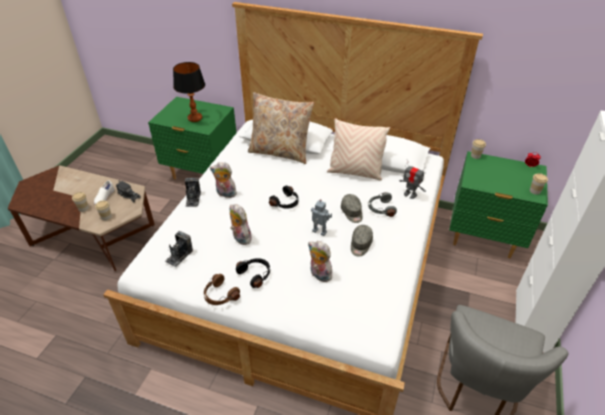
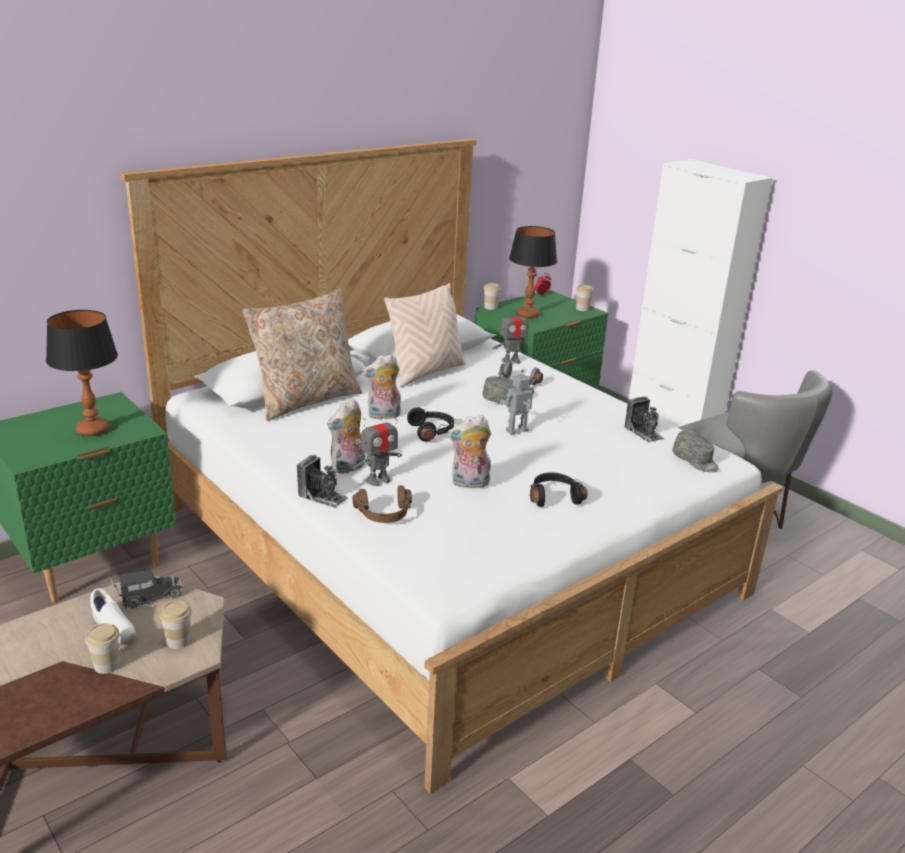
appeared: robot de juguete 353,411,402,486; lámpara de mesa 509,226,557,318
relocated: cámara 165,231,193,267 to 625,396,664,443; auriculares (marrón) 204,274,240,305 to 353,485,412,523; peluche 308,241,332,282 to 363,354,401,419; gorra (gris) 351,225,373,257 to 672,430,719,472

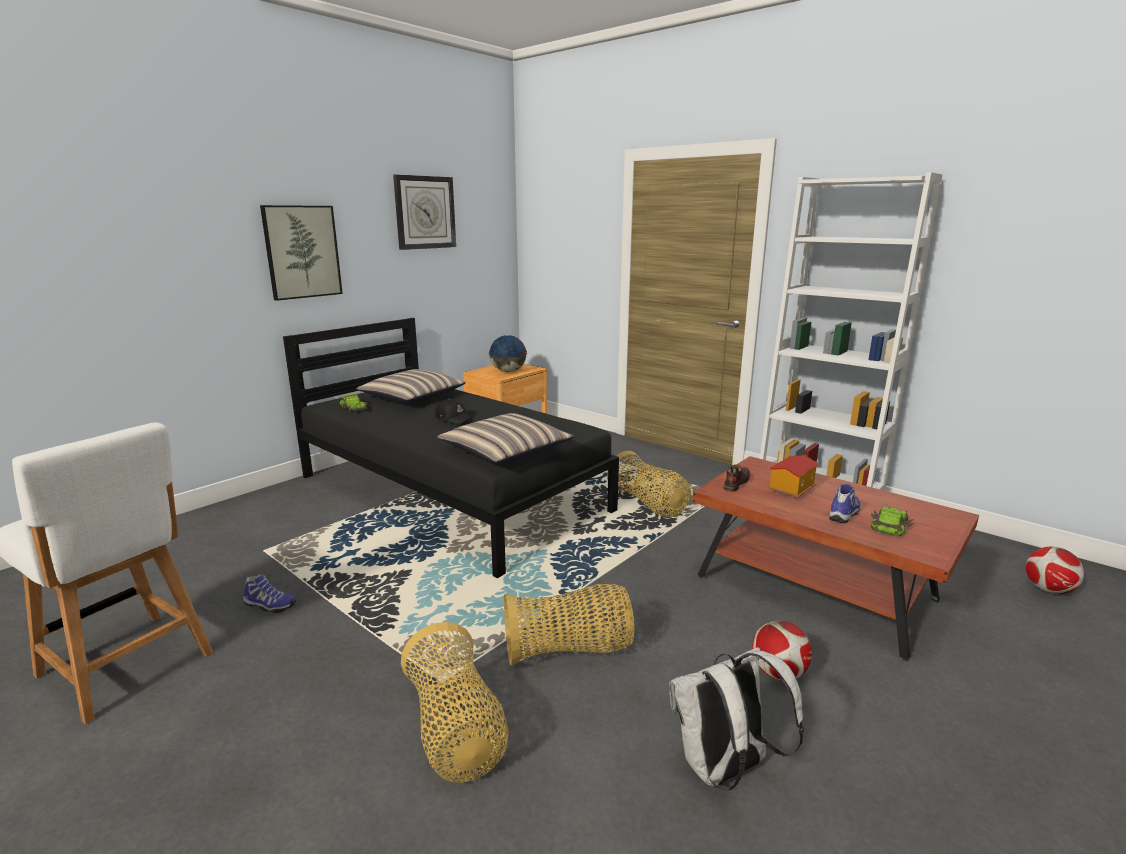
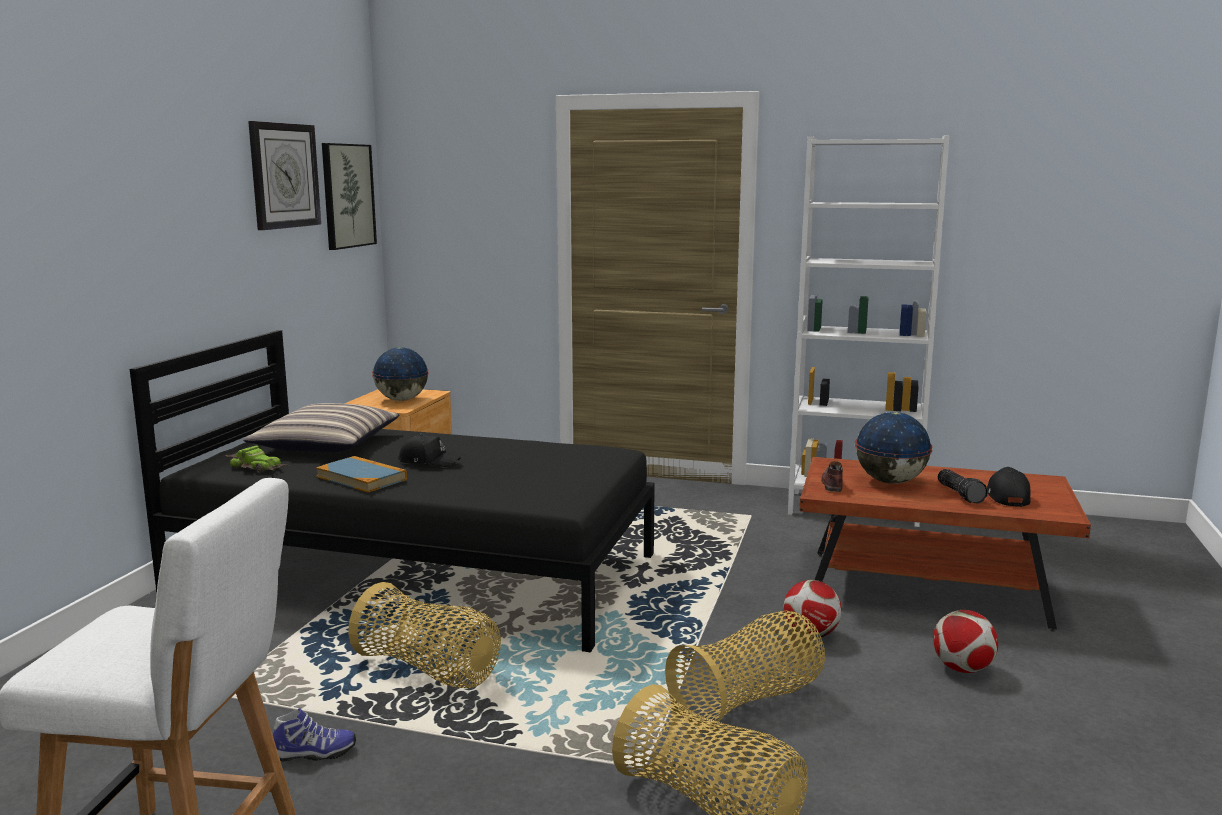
missing: cojín 437,413,574,464; mochila (blanco) 669,647,804,790
appeared: libro 316,456,407,492
relocated: cuadro 260,205,343,301 to 322,143,377,250; cesta 607,451,691,517 to 348,582,501,688; balón de fútbol 1026,547,1084,594 to 783,580,842,638
exchanged: casita 767,455,819,500 to globo terráqueo 855,412,933,484; zapato 829,484,861,523 to linterna 938,469,988,504; coche de juguete 871,506,913,536 to gorra (negro) 987,467,1031,507

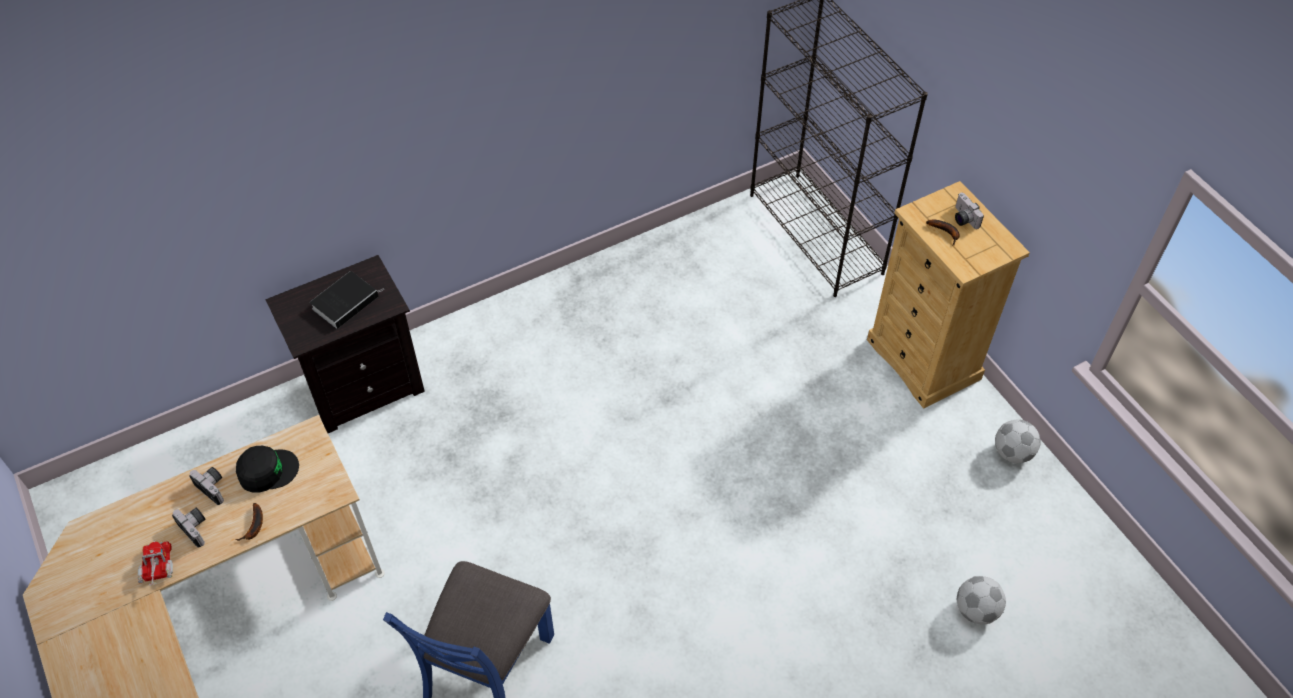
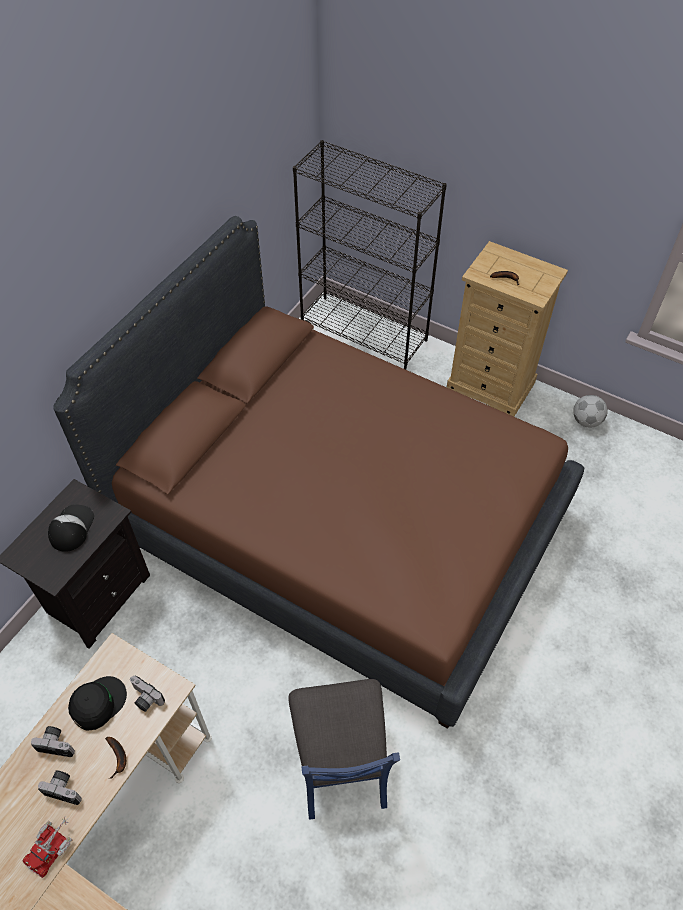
missing: balón de fútbol 957,576,1006,624
appeared: cama (marrón) 53,216,584,729
relocated: cámara 955,193,984,229 to 130,676,165,712
exchanged: libro 310,271,384,329 to gorra 48,504,94,552
spun: camión de juguete 138,540,173,586 = 23,816,73,878 105 degrees counterclockwise

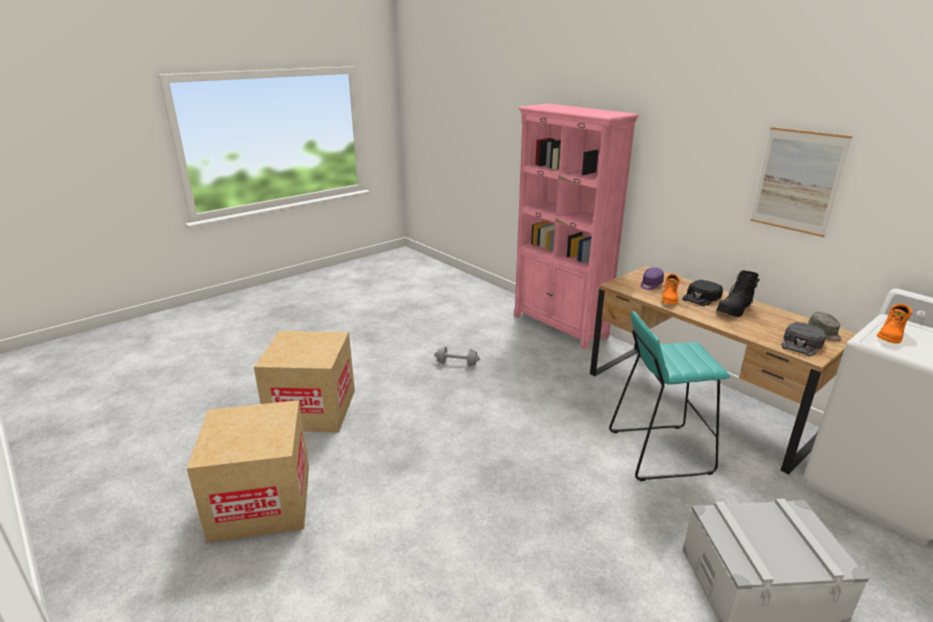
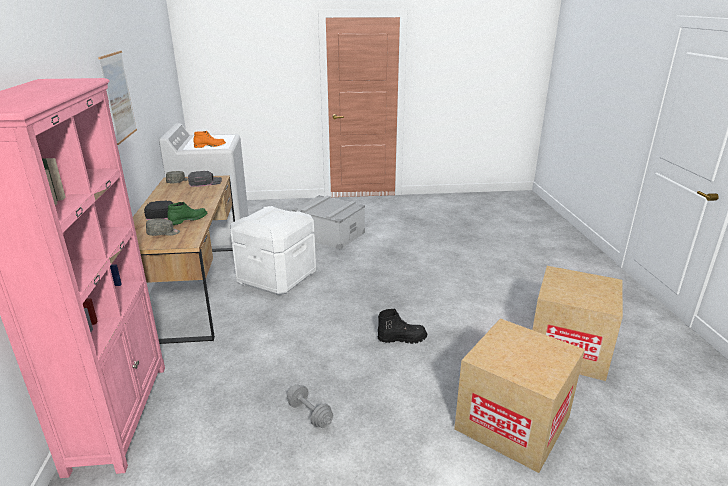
relocated: bota (negro) 716,270,760,317 to 378,309,427,344
exchanged: taburete (turquesa) 609,311,730,481 to caja de almacenaje (blanco) 230,206,316,295
colour: gorra (morado) 641,267,664,290 to gorra (gris) 146,219,180,236; bota (naranja) 661,274,680,305 to bota (verde) 167,202,208,225

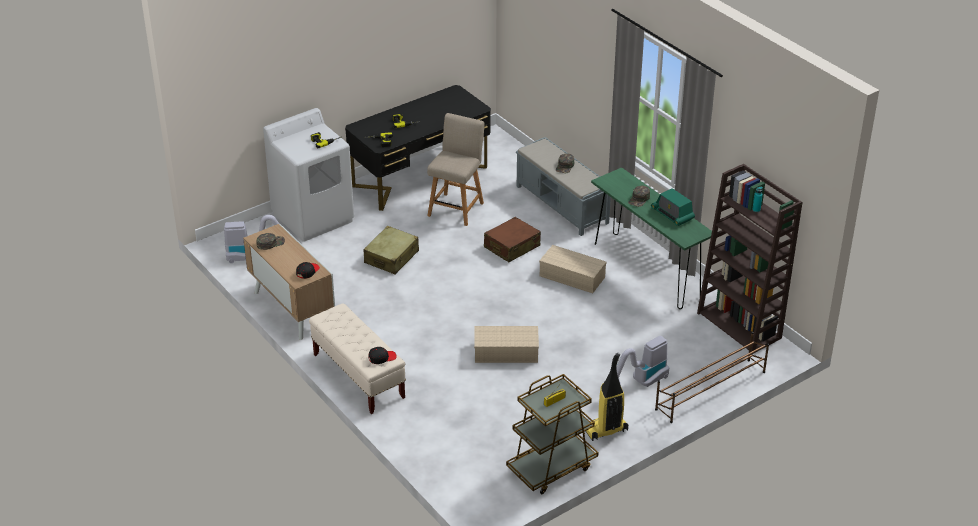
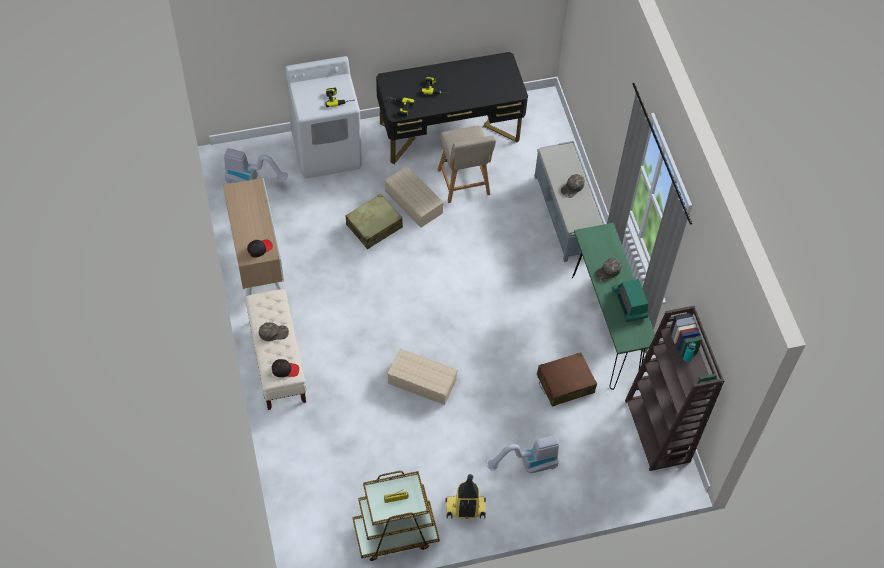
missing: zapatero (marrón) 655,332,769,423
relocated: gorra (verde) 257,233,285,250 to 259,322,289,341; maleta (marrón) 484,217,541,262 to 537,352,597,407; caja de almacenaje (beis) 539,245,607,293 to 385,166,444,228
spun: silla (beis) 427,113,484,226 = 438,126,496,203 120 degrees clockwise

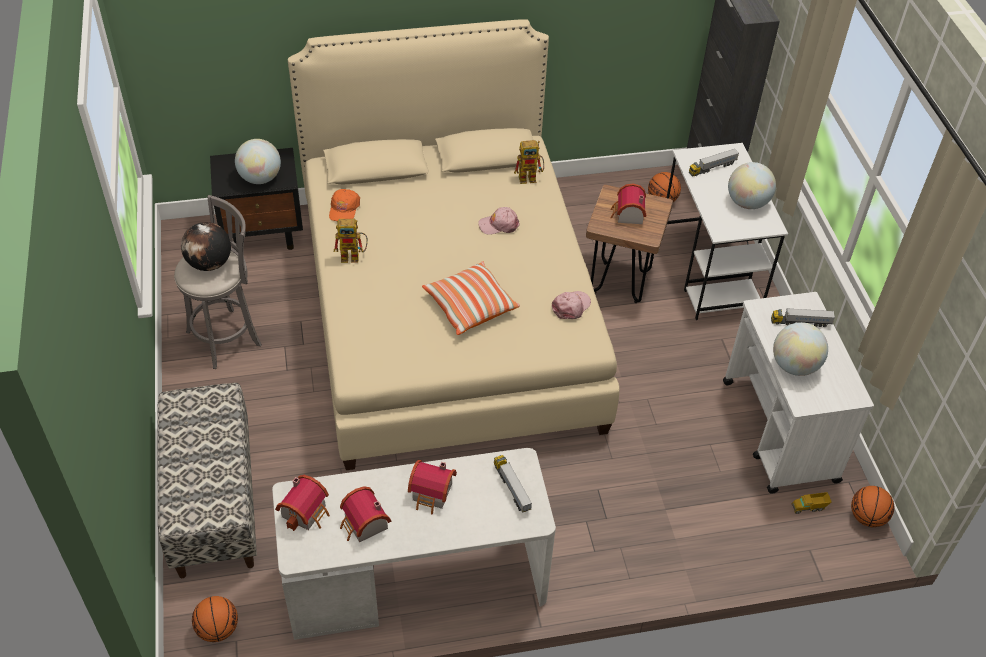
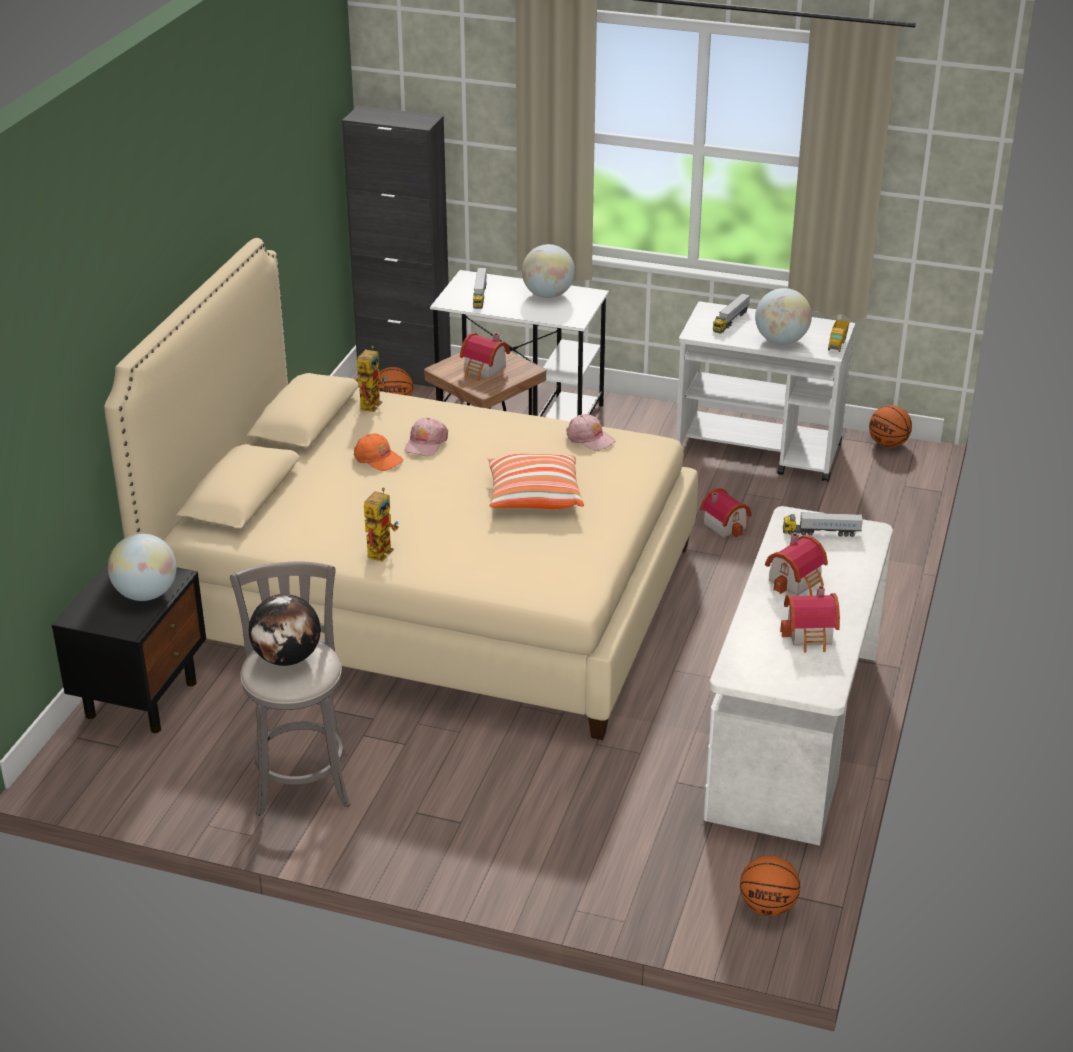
missing: banco 157,383,257,578
relocated: casita 275,475,330,531 to 700,488,752,538; gorra (naranja) 329,189,360,221 to 354,433,403,471; camión de juguete 792,492,832,514 to 828,319,850,352
spun: gorra (rosa) 552,291,591,319 = 566,414,615,451 150 degrees clockwise

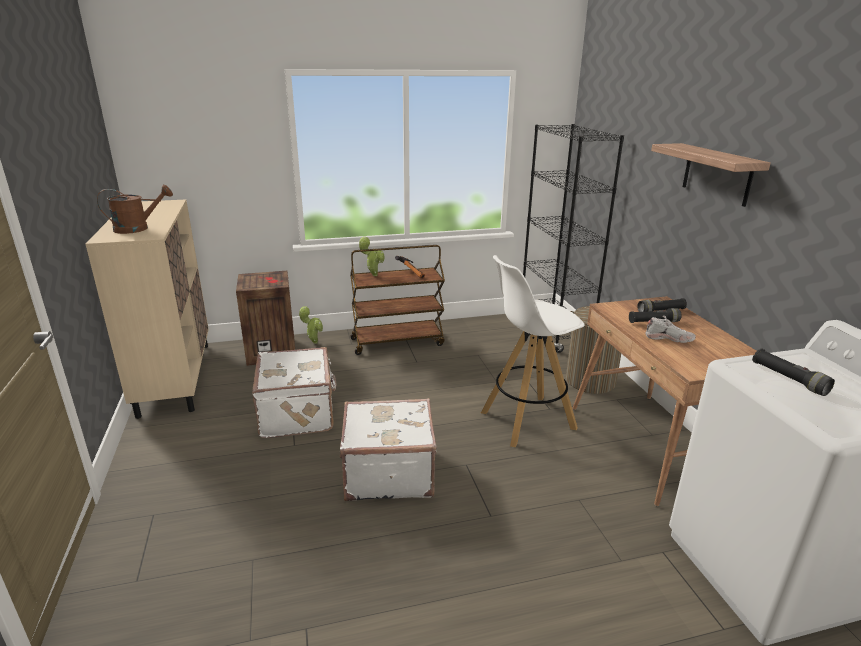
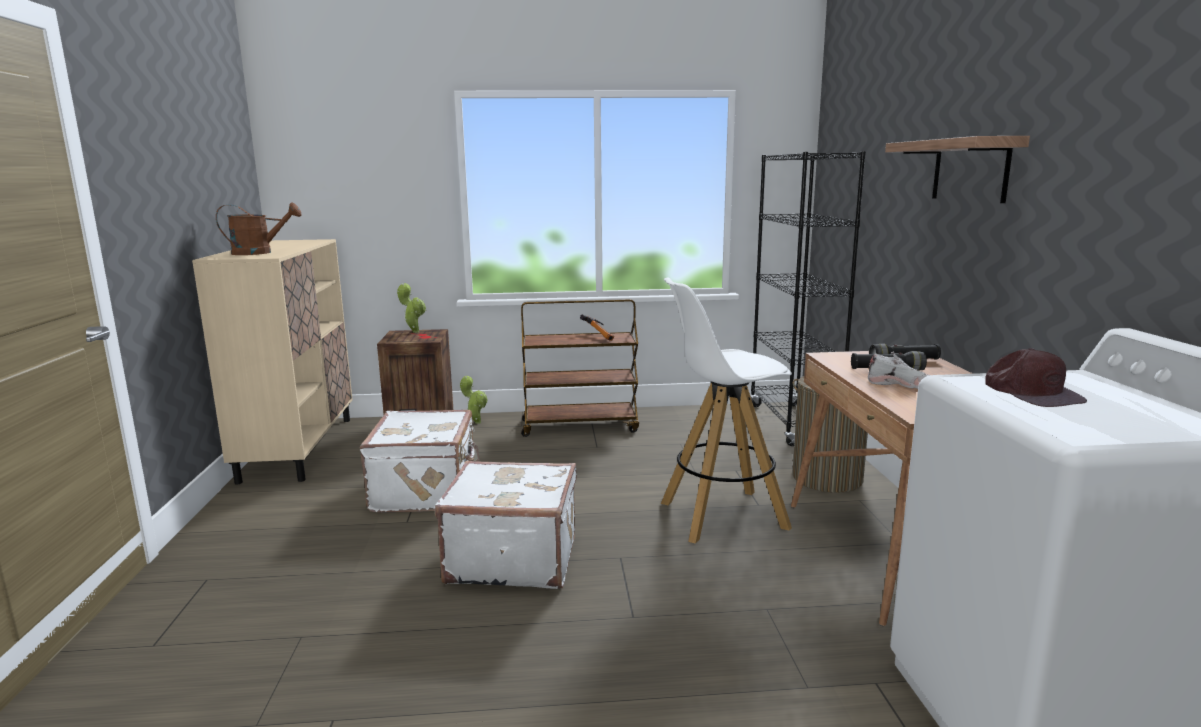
relocated: planta en maceta 359,237,384,276 to 397,283,426,333
exchanged: linterna (negro) 752,349,835,396 to gorra (marrón) 985,348,1087,407

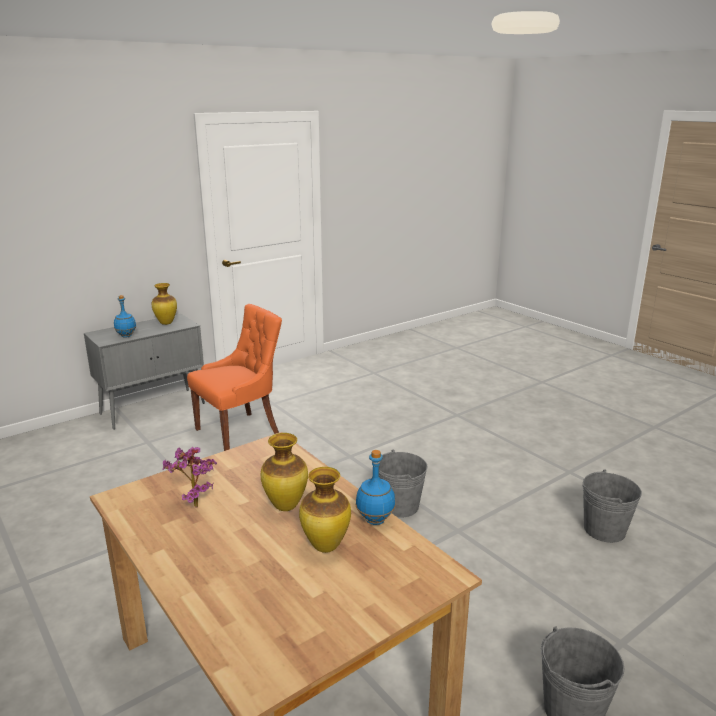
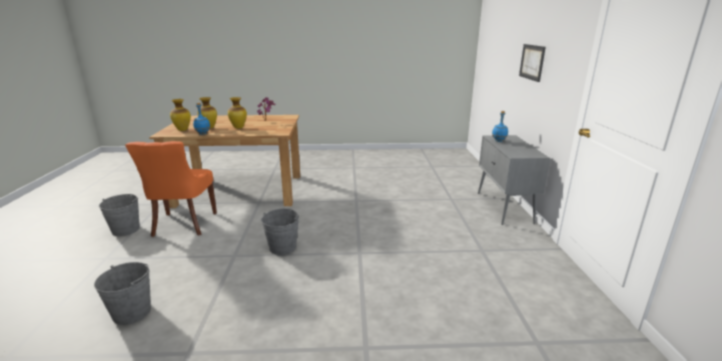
appeared: cuadro 519,44,546,82
relocated: florero 152,283,177,325 to 170,99,191,131; silla (naranja) 187,304,282,451 to 125,141,217,237

